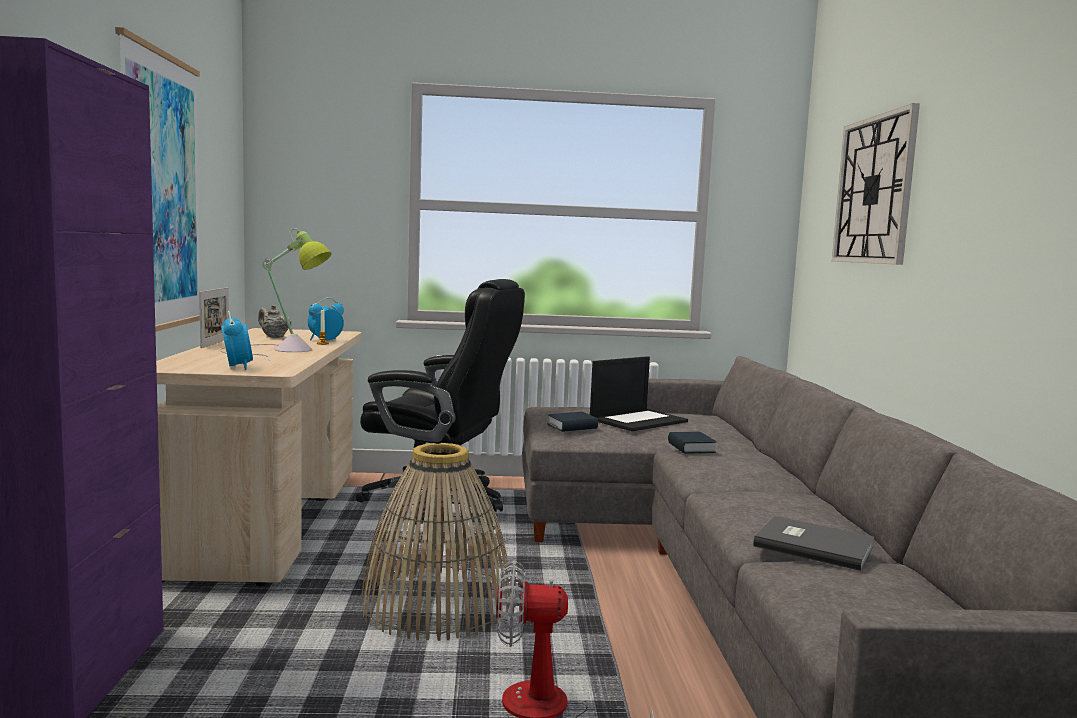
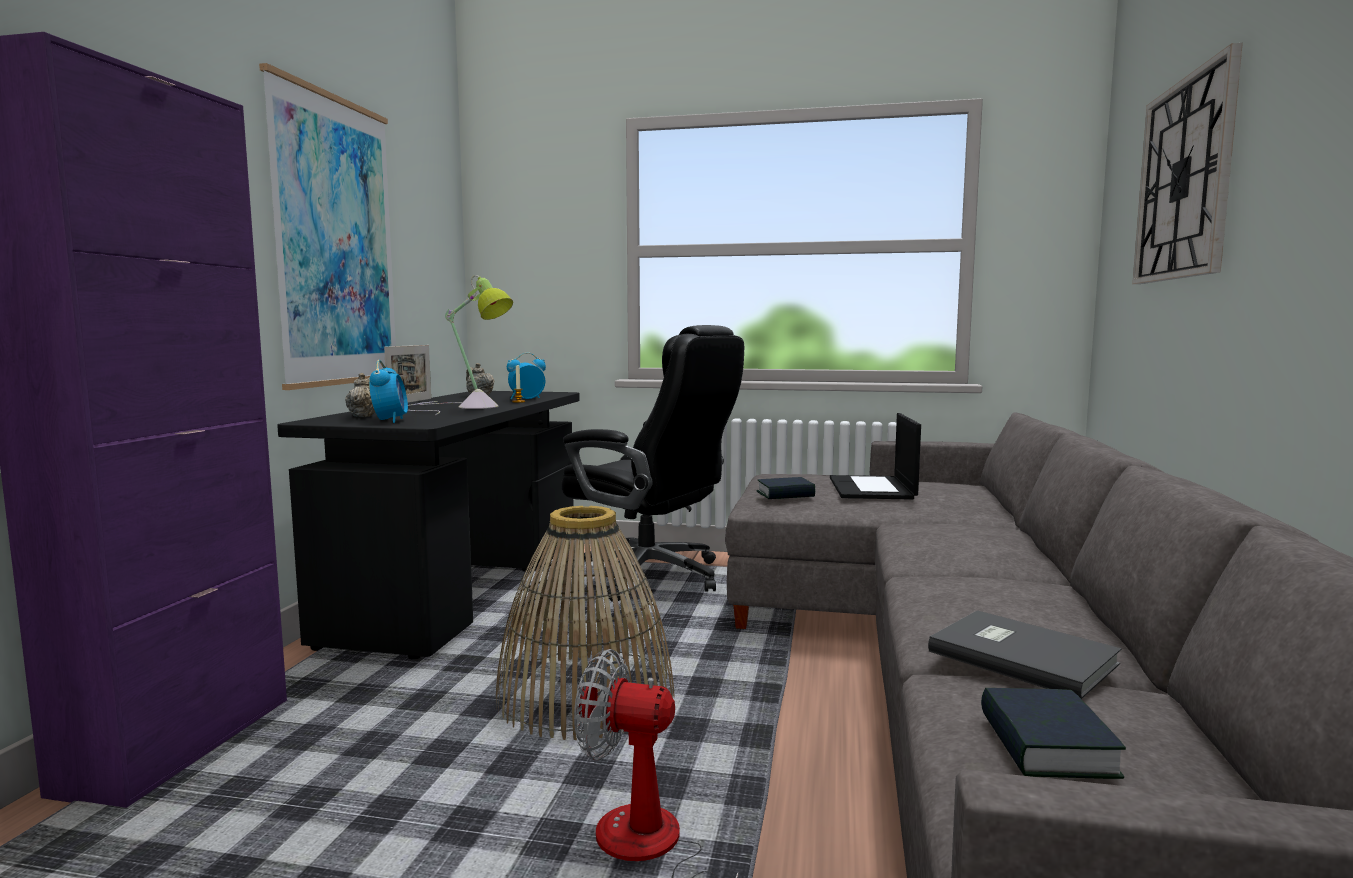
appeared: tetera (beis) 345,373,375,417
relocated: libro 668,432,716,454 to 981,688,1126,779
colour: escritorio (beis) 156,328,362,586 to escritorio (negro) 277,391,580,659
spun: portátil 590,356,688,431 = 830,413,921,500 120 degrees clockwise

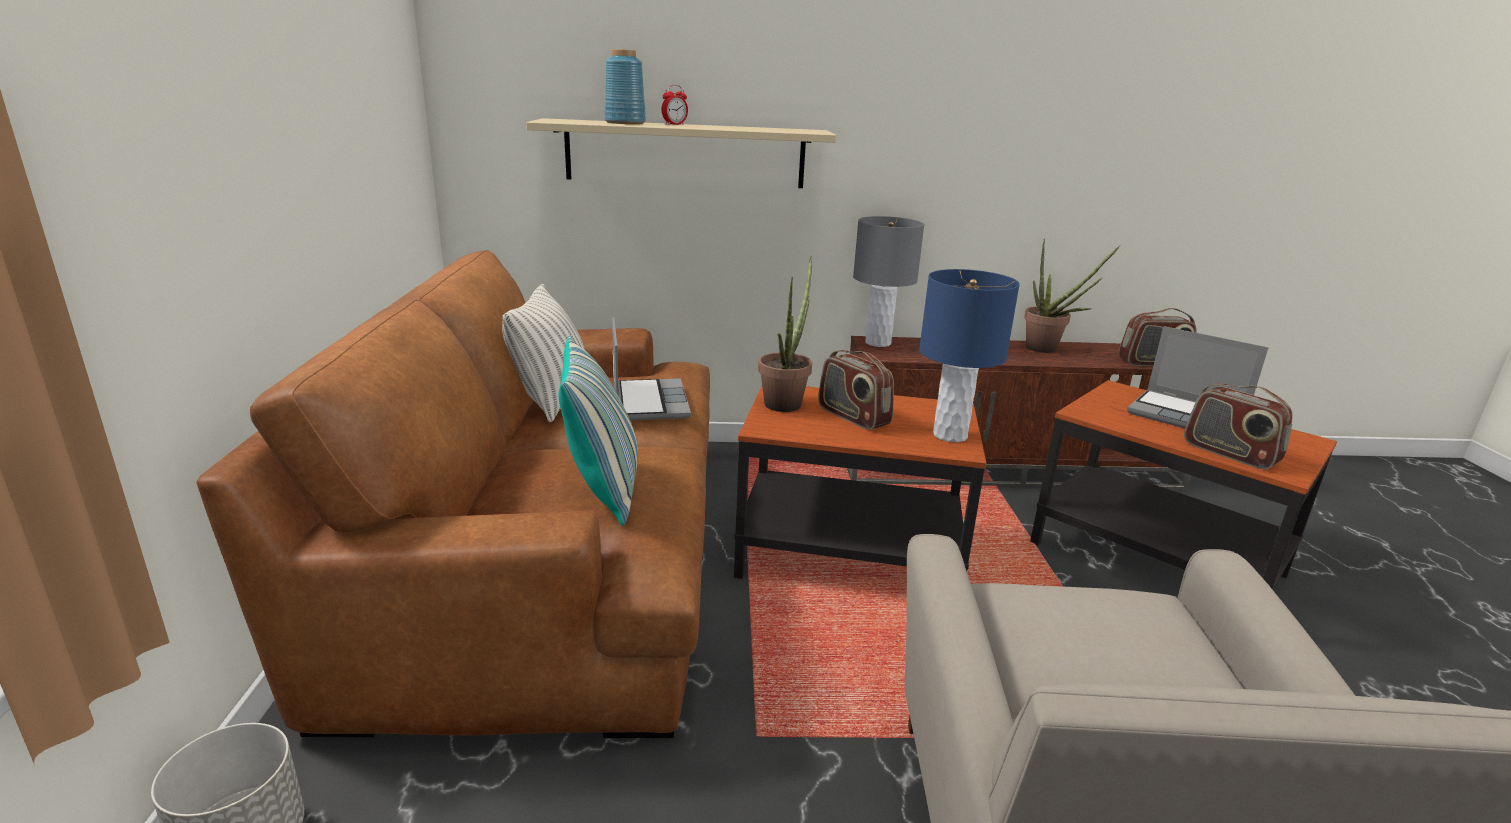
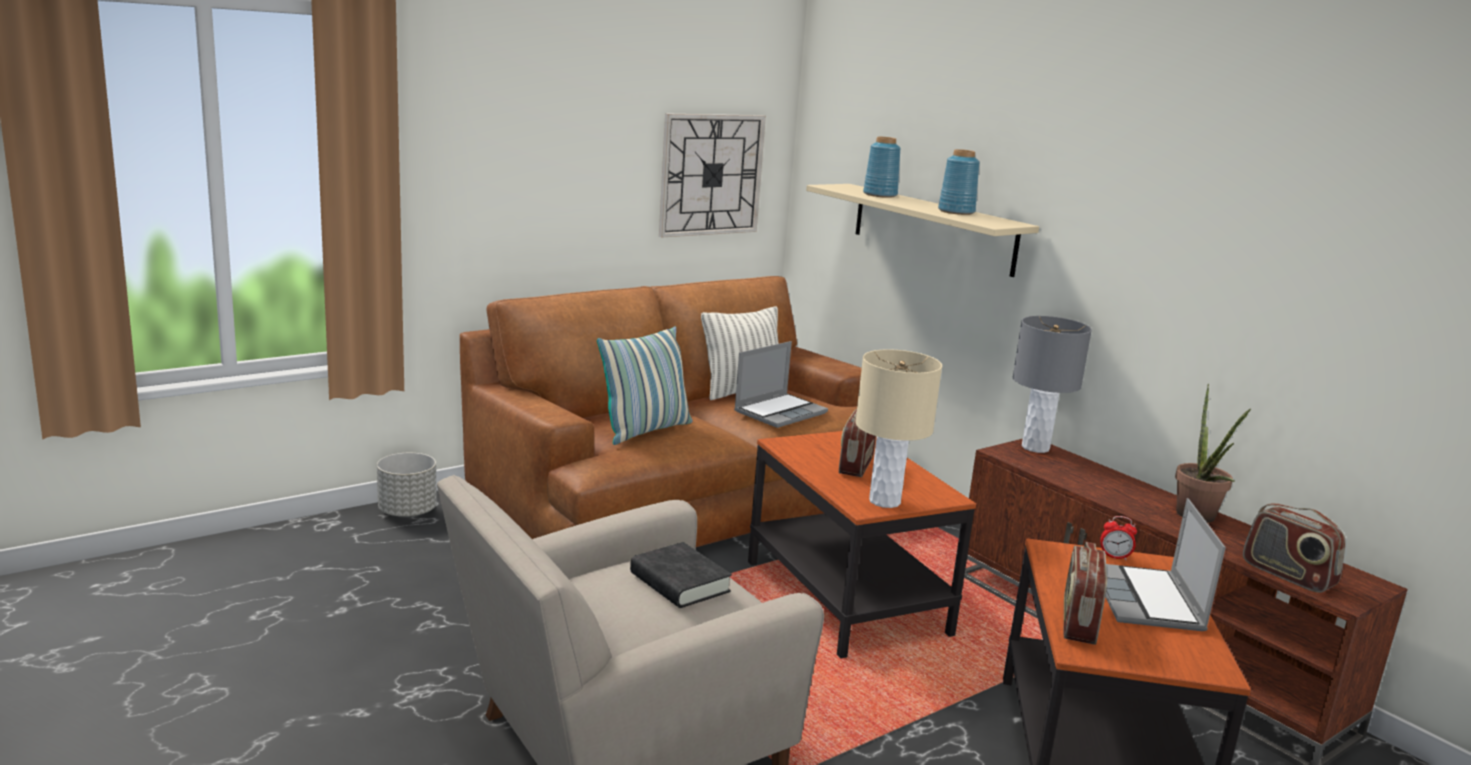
missing: planta en maceta 758,256,812,412
appeared: libro (negro) 630,542,732,608; reloj de pared 659,113,766,237; florero (azul) 938,149,980,215
relocated: despertador 662,85,688,125 to 1100,516,1137,560
colour: lámpara de mesa (azul) 919,269,1020,442 to lámpara de mesa (beis) 855,349,942,508

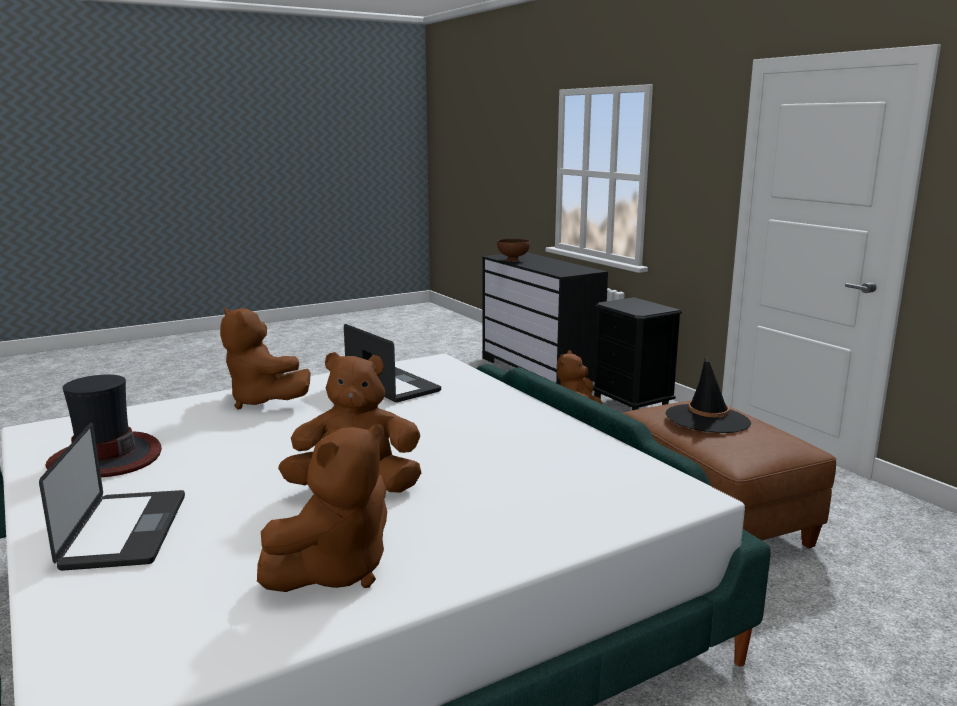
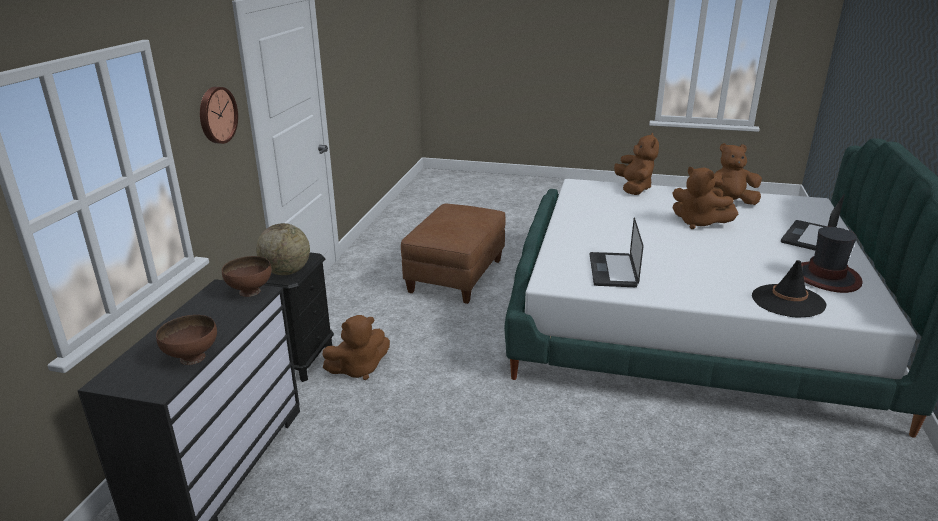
appeared: reloj de pared 200,87,238,144; cuenco (marrón) 222,256,272,297; globo terráqueo 256,223,310,275
relocated: peluche (marrón) 220,308,311,410 to 614,133,659,195; sombrero (negro) 666,356,751,433 to 752,260,827,318

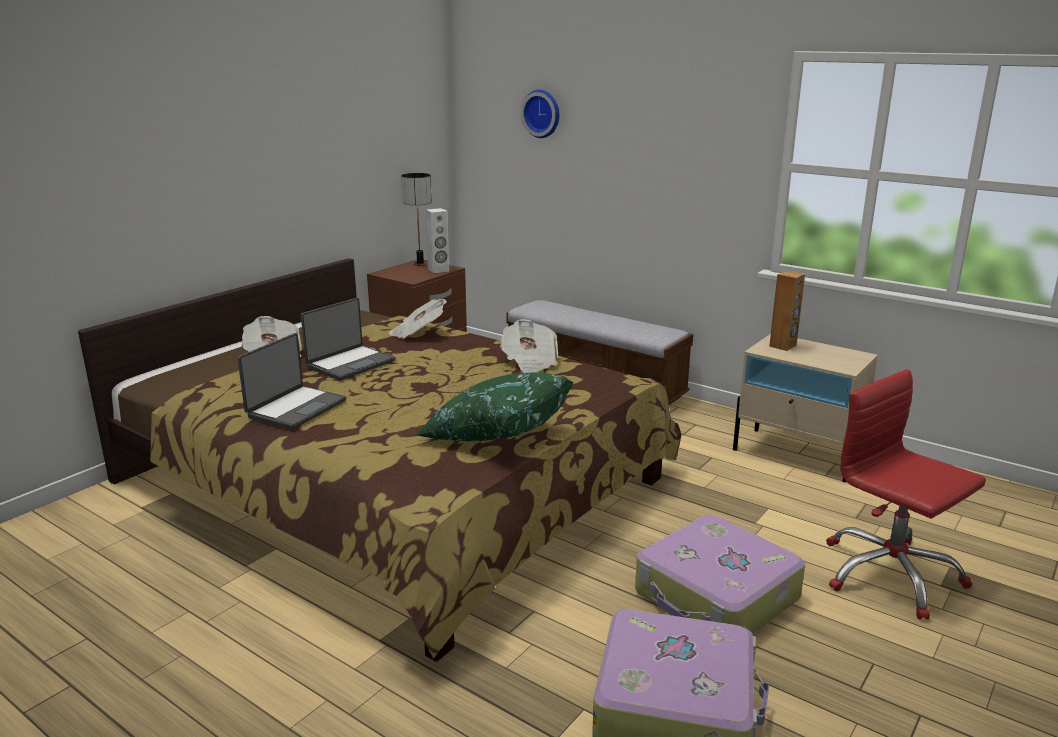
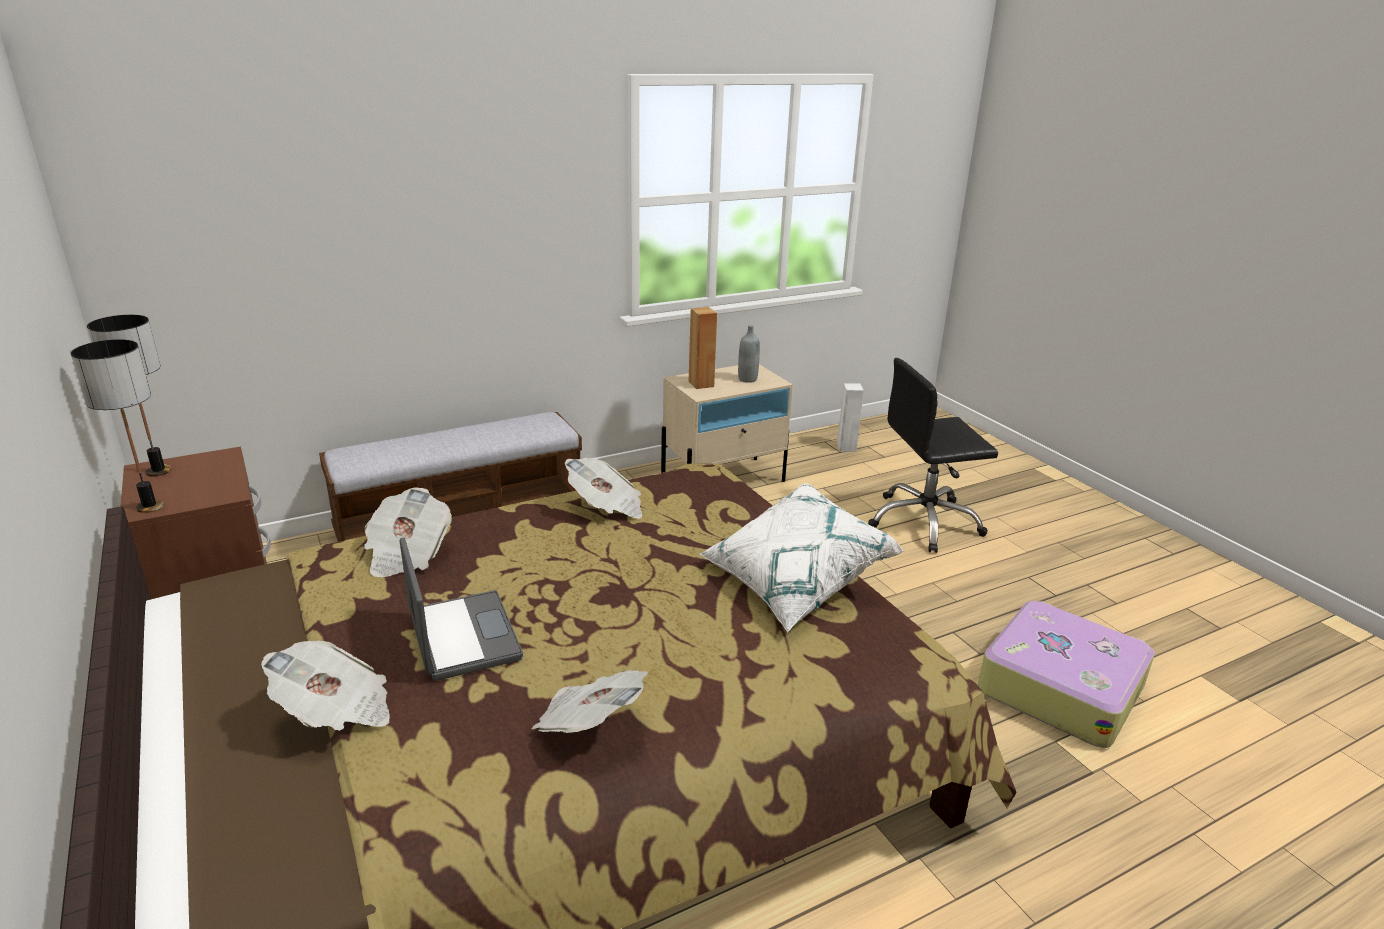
missing: reloj de pared 521,90,559,138; maleta 635,515,805,634
appeared: lámpara de mesa 71,339,164,513; botella (gris) 738,325,760,383
relocated: altavoz (blanco) 426,208,449,273 to 837,384,864,452
exchanged: portátil 237,333,346,430 to periódico 531,670,648,733
colour: cojín (verde) 415,372,574,441 to cojín (blanco) 700,483,904,632; silla de oficina (rojo) 826,369,986,619 to silla de oficina (negro) 868,358,998,553

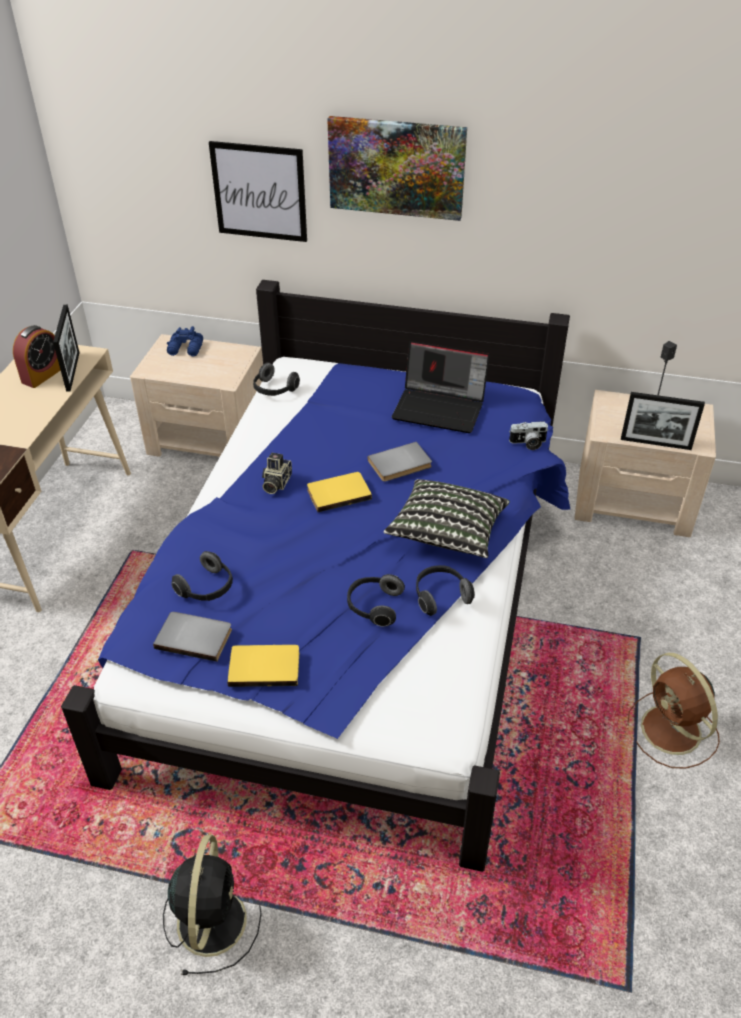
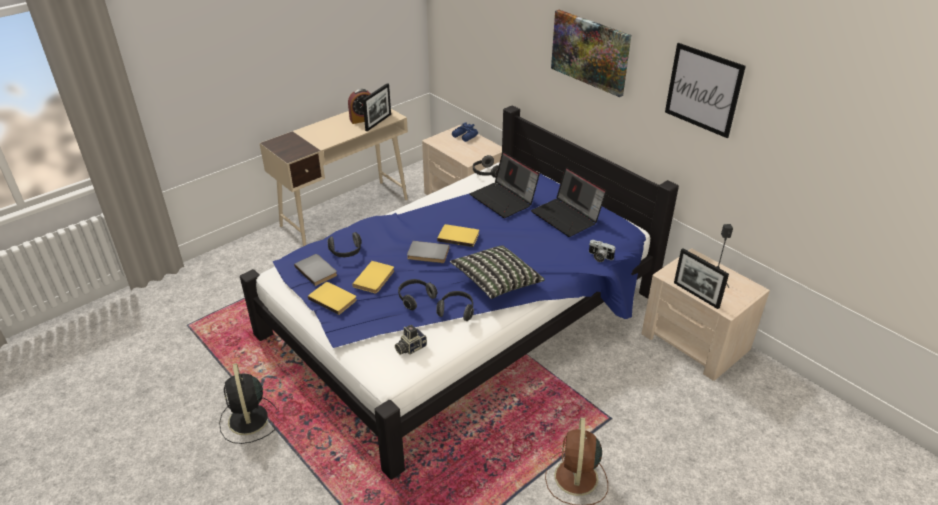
appeared: libro (amarillo) 352,261,394,294; portátil 470,152,540,218
relocated: cuadro 209,141,307,242 to 665,43,746,138; cámara 262,453,292,494 to 395,325,427,355; libro (gris) 368,442,432,482 to 407,241,449,263
spun: ventilador (negro) 163,835,262,975 = 219,363,277,444 120 degrees clockwise

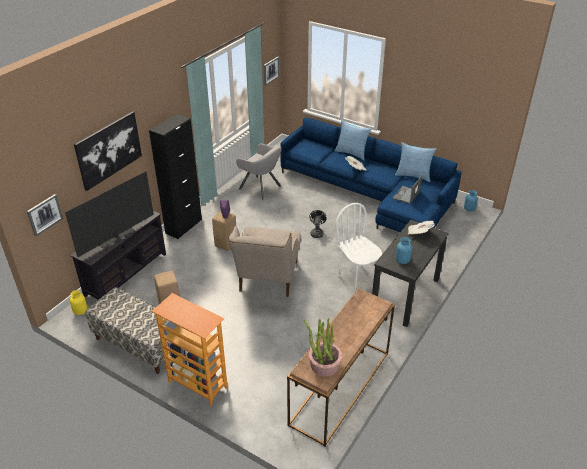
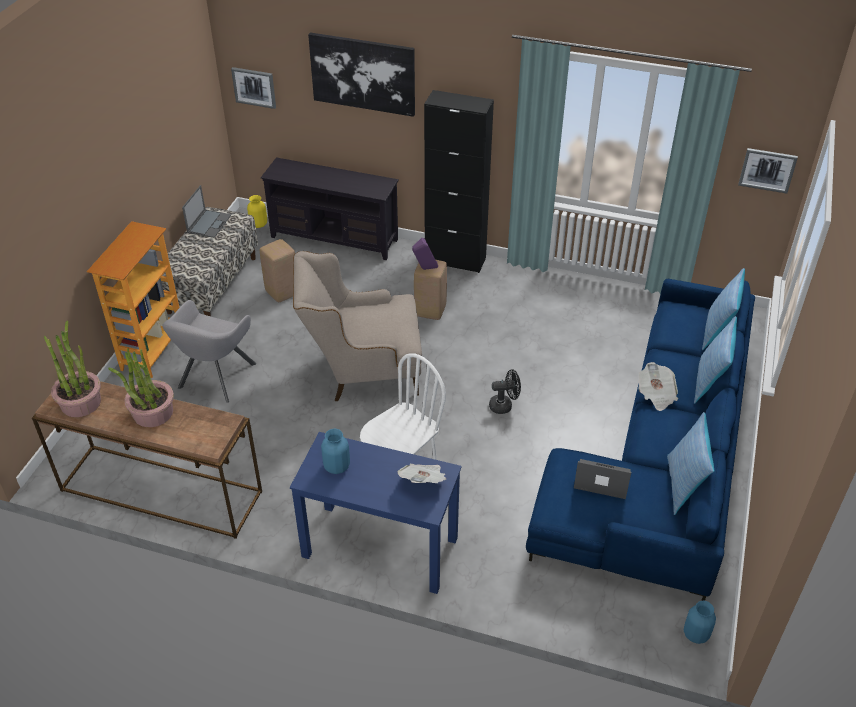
missing: televisor 65,171,154,257
appeared: planta en maceta 108,348,174,427; portátil 182,185,231,238; cojín 702,268,745,350
relocated: sillón (gris) 236,144,282,200 to 162,300,256,403
colour: escritorio (negro) 372,220,449,327 to escritorio (azul) 290,432,462,594

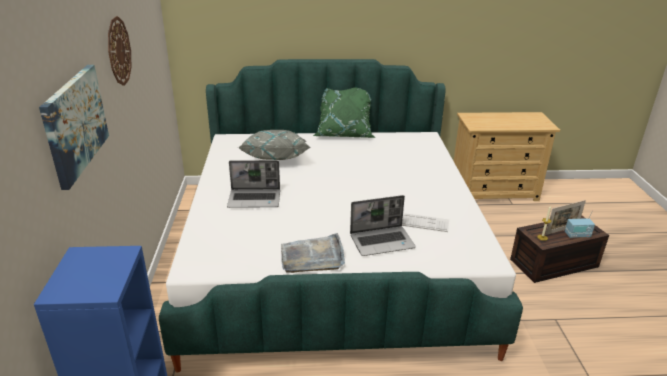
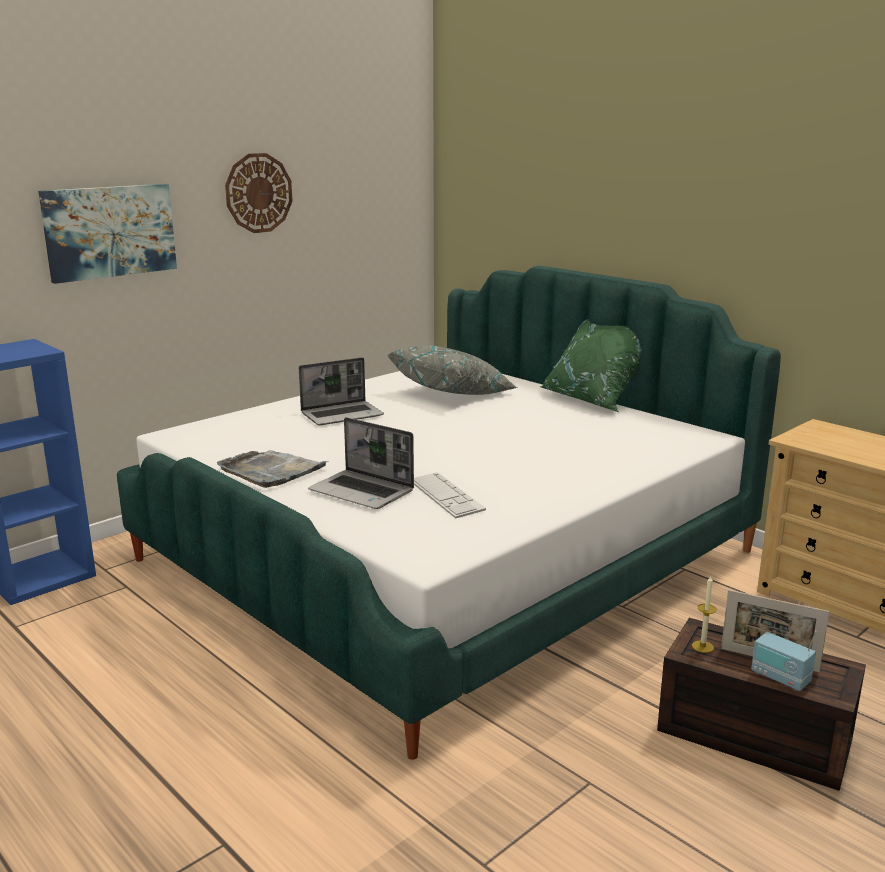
spun: portátil 227,160,280,208 = 299,357,384,425 75 degrees counterclockwise

